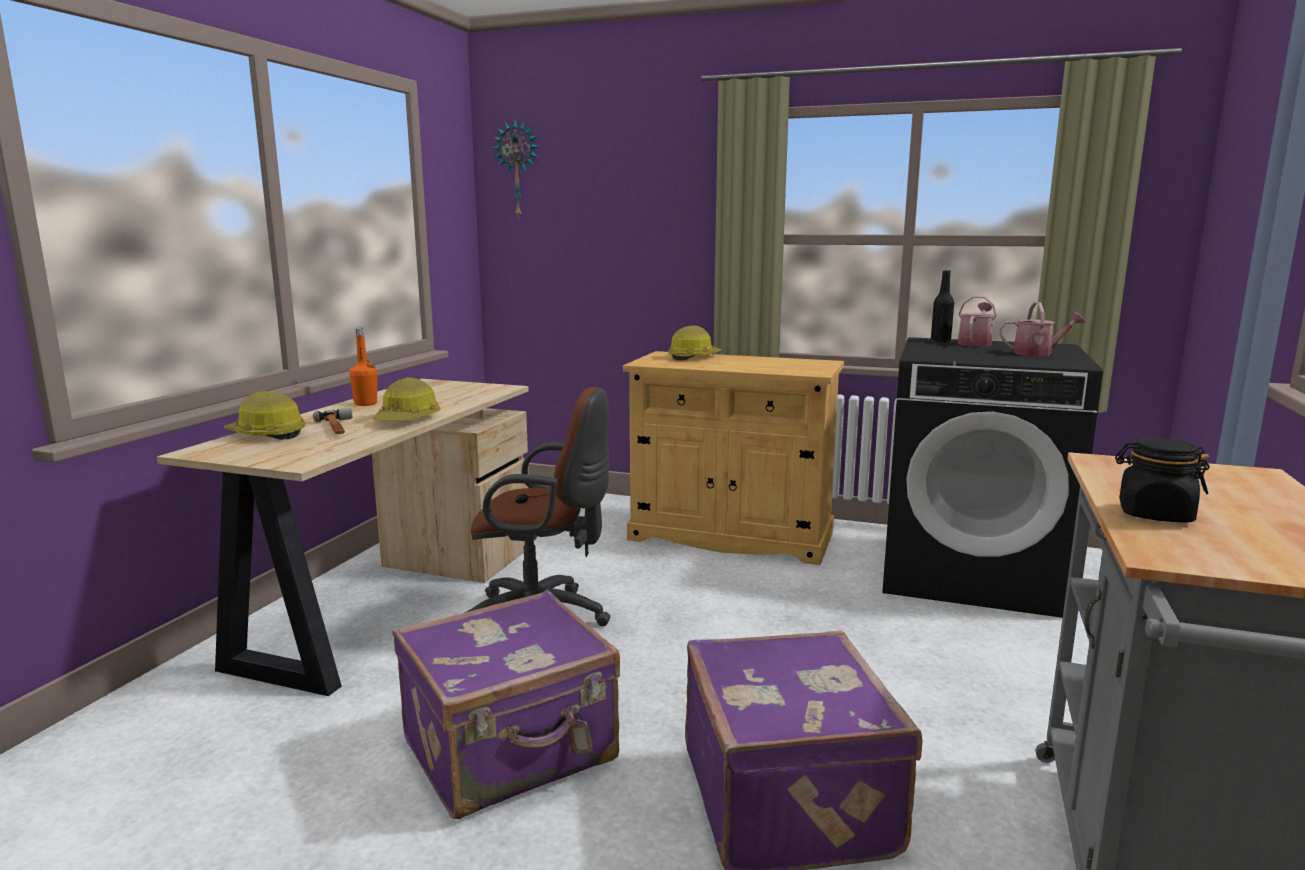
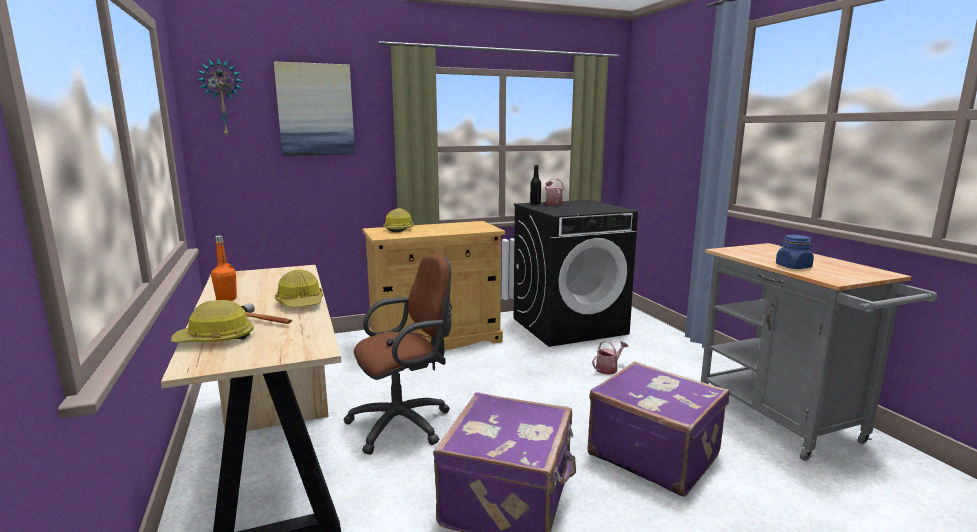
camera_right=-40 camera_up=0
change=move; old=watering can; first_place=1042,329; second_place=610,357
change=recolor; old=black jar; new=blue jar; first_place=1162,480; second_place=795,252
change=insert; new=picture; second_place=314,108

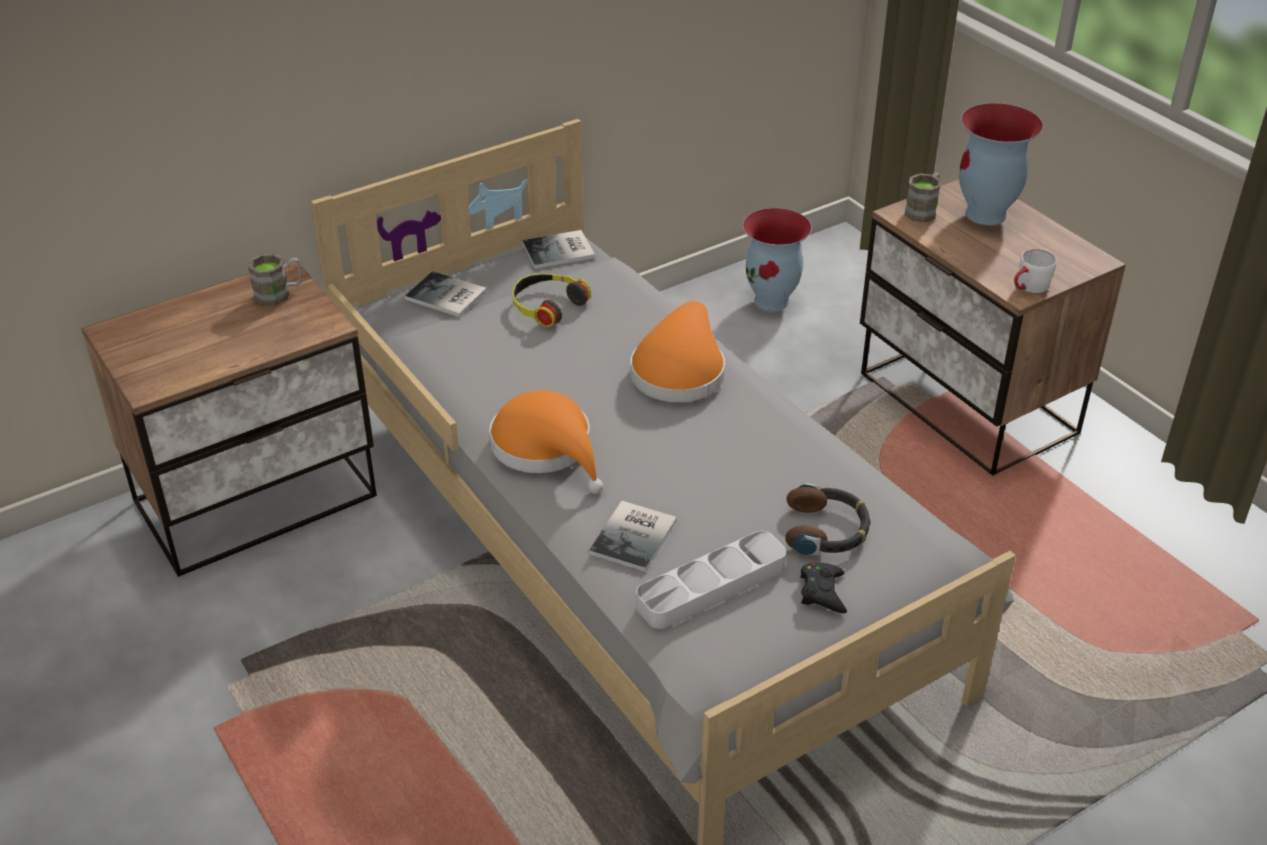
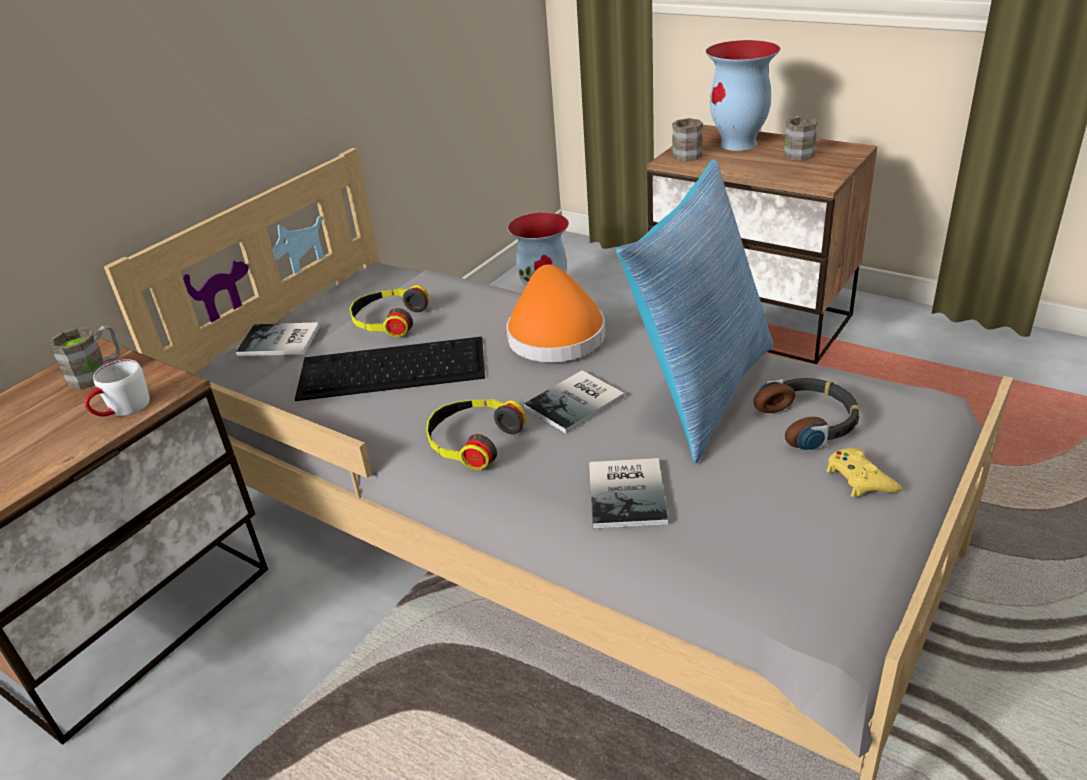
camera_right=-20 camera_up=-5
change=replace; old=orange hat; new=headphones; first_place=546,442; second_place=476,434
change=move; old=book; first_place=558,249; second_place=574,402
change=delete; old=grey tray; first_place=711,580
change=recolor; old=black game controller; new=yellow game controller; first_place=824,588; second_place=865,472
change=move; old=white mug; first_place=1035,271; second_place=117,388
change=insert; new=keyboard; second_place=390,368
change=insert; new=pillow; second_place=694,311
change=insert; new=brown mug; second_place=800,138

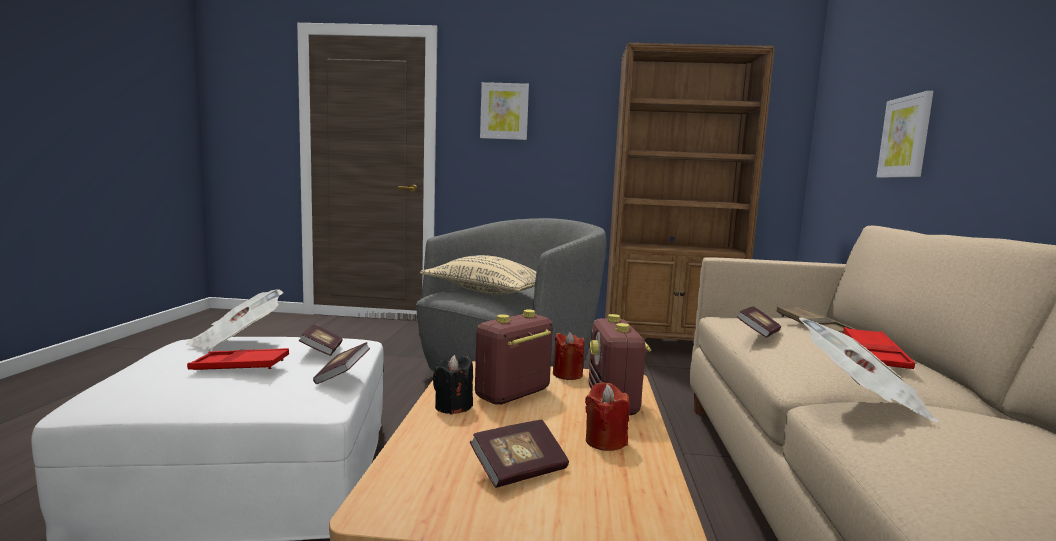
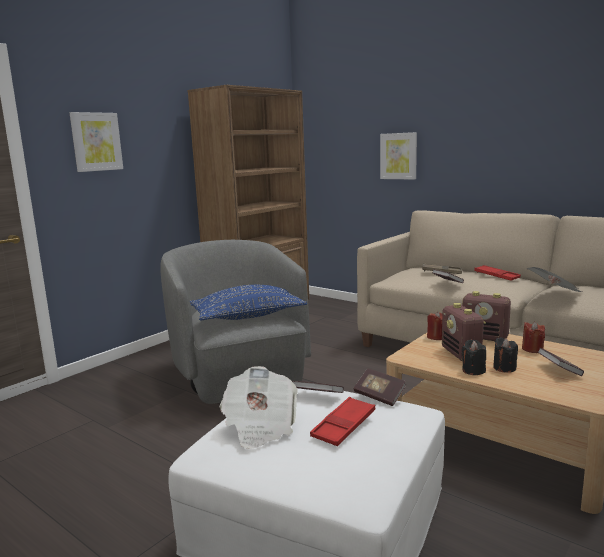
camera_right=-55 camera_up=5
change=recolor; old=beige pillow; new=blue pillow; first_place=478,275; second_place=248,302
change=insert; new=black candle; second_place=505,355

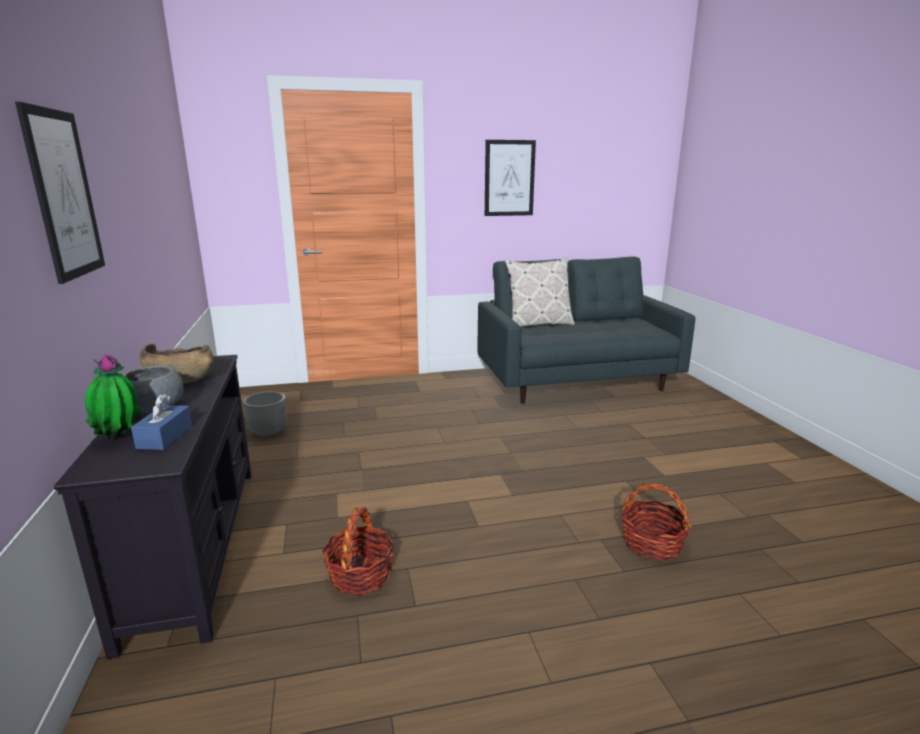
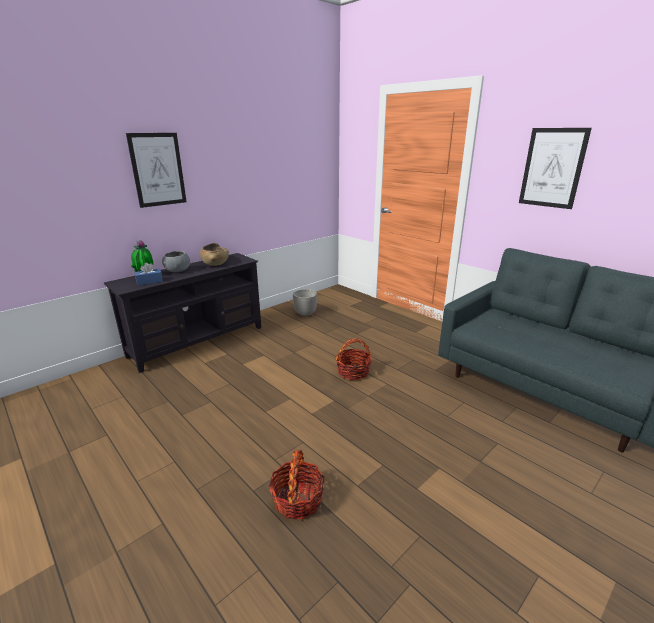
camera_right=60 camera_up=5
change=move; old=basket; first_place=358,551; second_place=354,359
change=delete; old=pillow; first_place=539,292

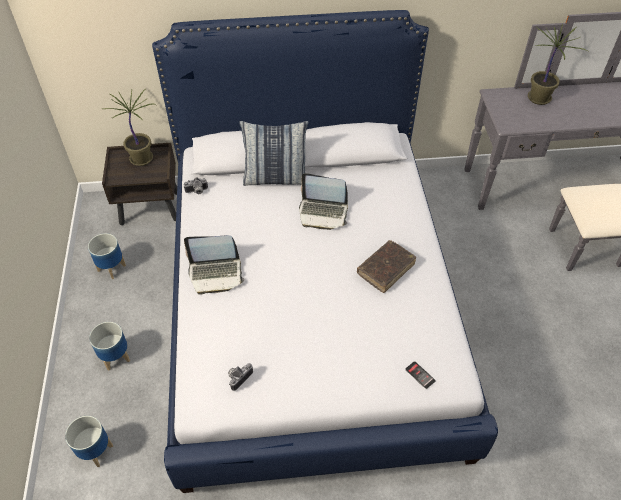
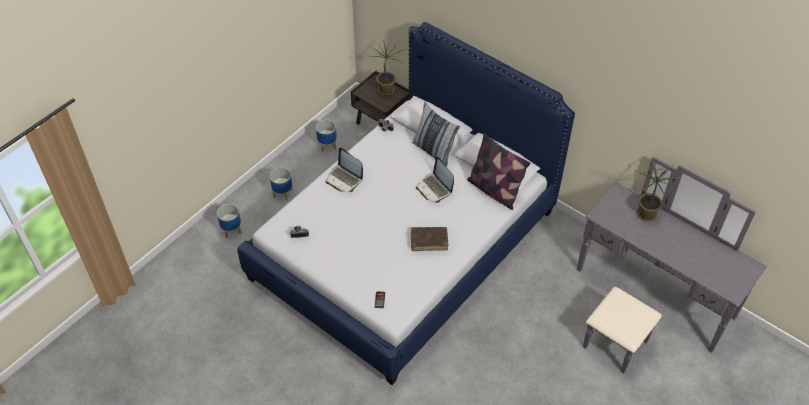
camera_right=45 camera_up=0
change=insert; new=pillow; second_place=499,171

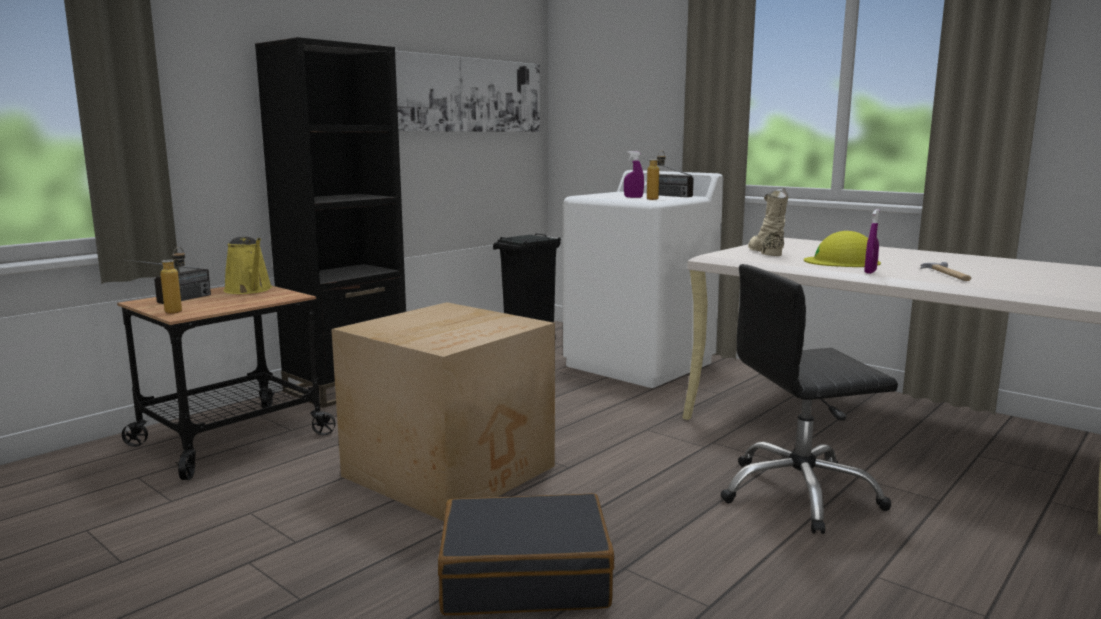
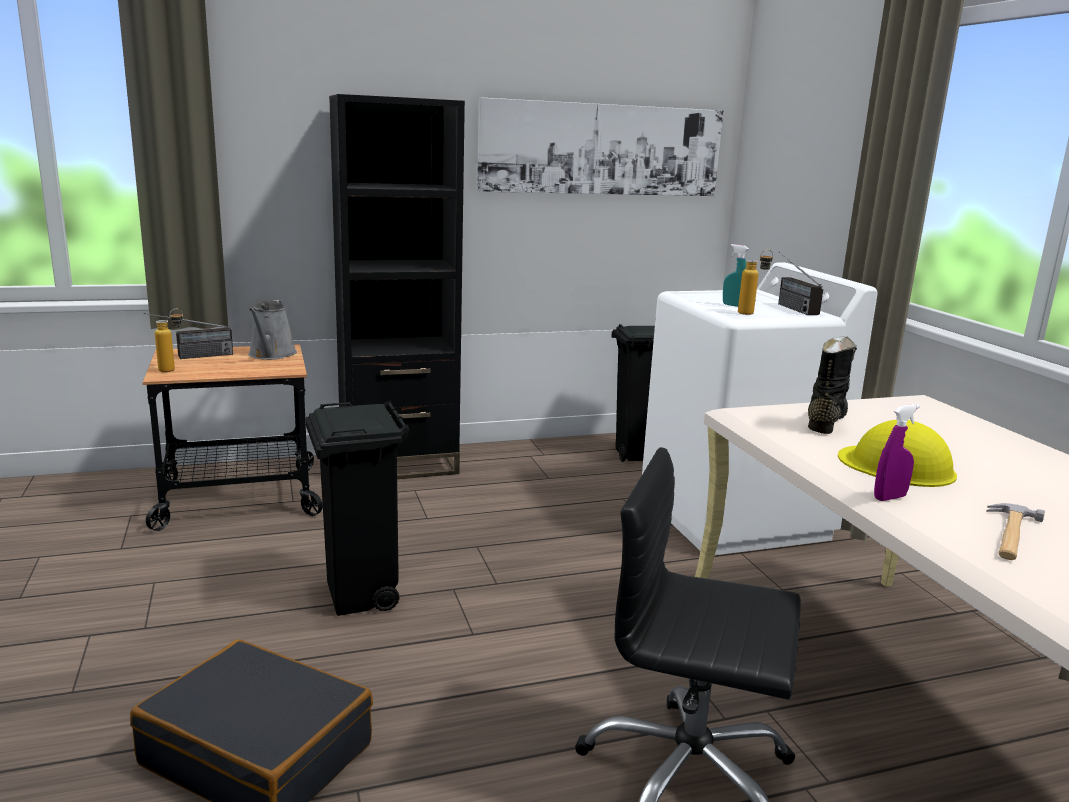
camera_right=30 camera_up=5
change=recolor; old=yellow watering can; new=grey watering can; first_place=248,265; second_place=272,330
change=replace; old=cardboard box; new=black trash can; first_place=443,411; second_place=357,508
change=recolor; old=purple spray bottle; new=turquoise spray bottle; first_place=634,174; second_place=736,275
change=recolor; old=beige boot; new=black boot; first_place=768,222; second_place=832,385

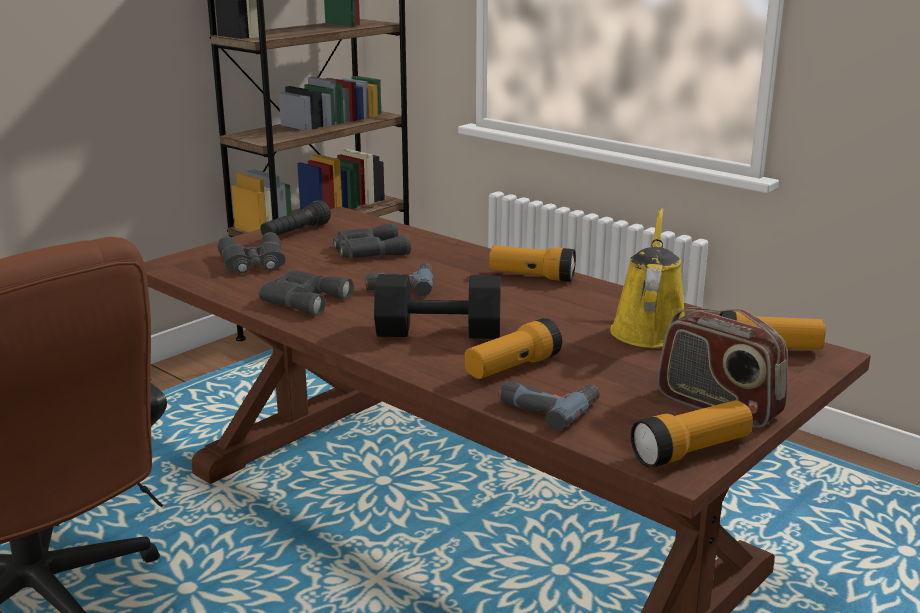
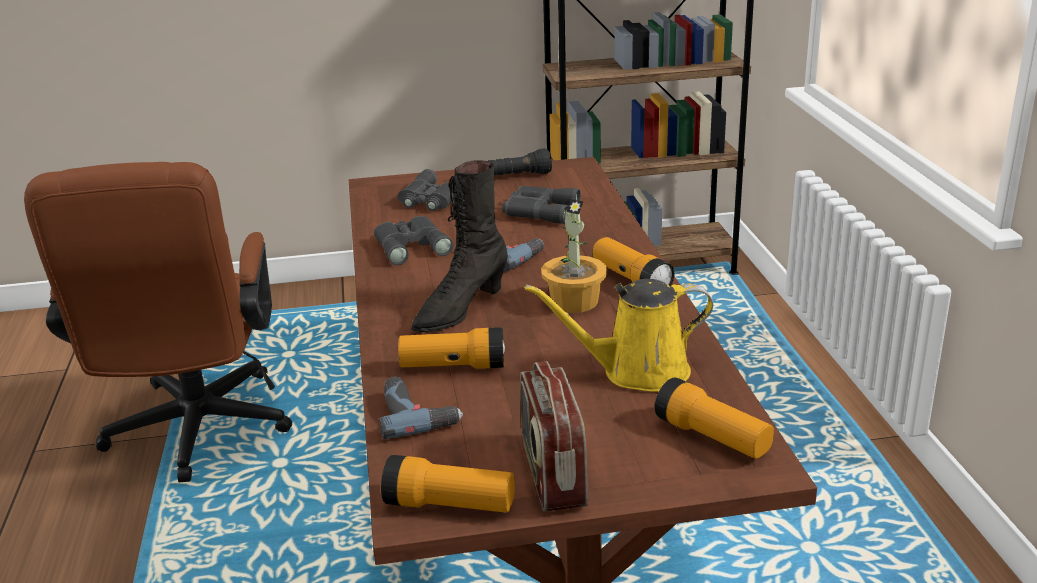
camera_right=40 camera_up=5
change=replace; old=black dumbbell; new=black boot; first_place=437,306; second_place=459,246
change=rotate; old=yellow watering can; first_place=647,278; second_place=618,335; degrees=-150
change=insert; new=potted plant; second_place=574,256

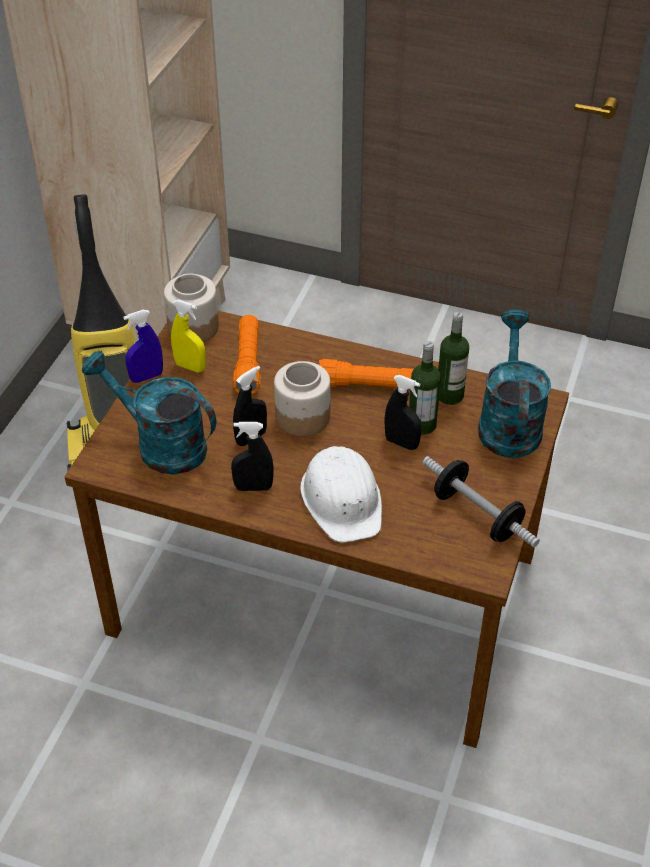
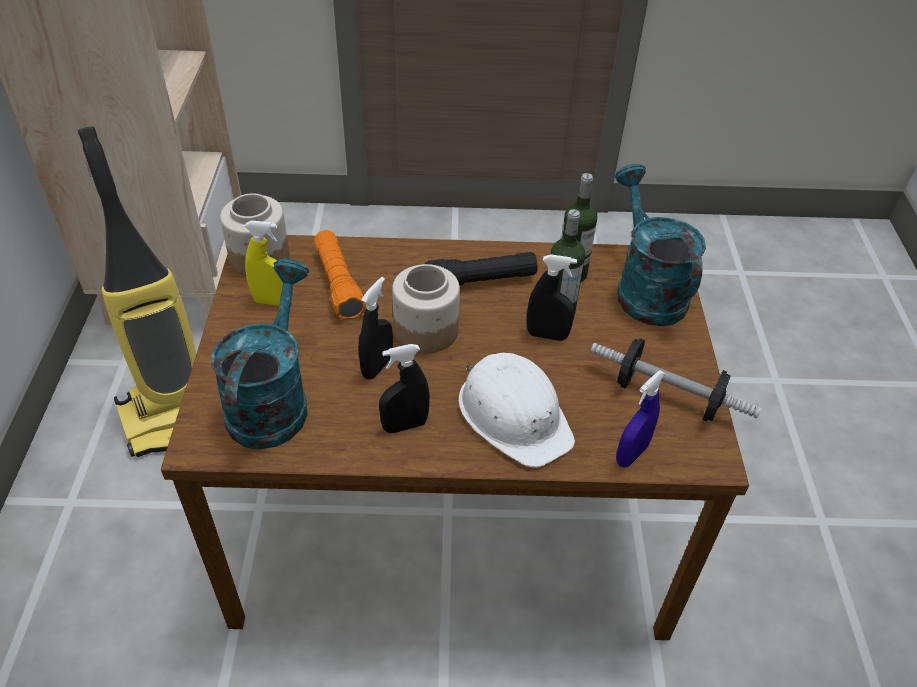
camera_right=-20 camera_up=0
change=rotate; old=turquoise watering can; first_place=149,413; second_place=260,354; degrees=90
change=move; old=blue spray bottle; first_place=143,346; second_place=640,419
change=recolor; old=orange flashlight; new=black flashlight; first_place=366,374; second_place=481,269

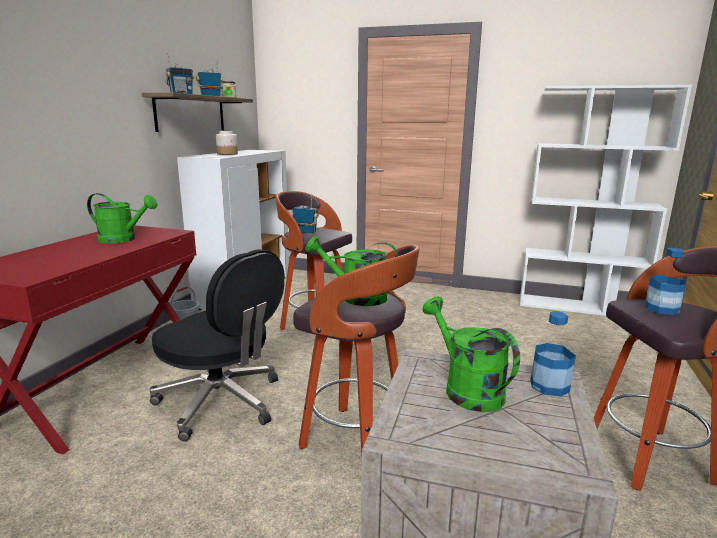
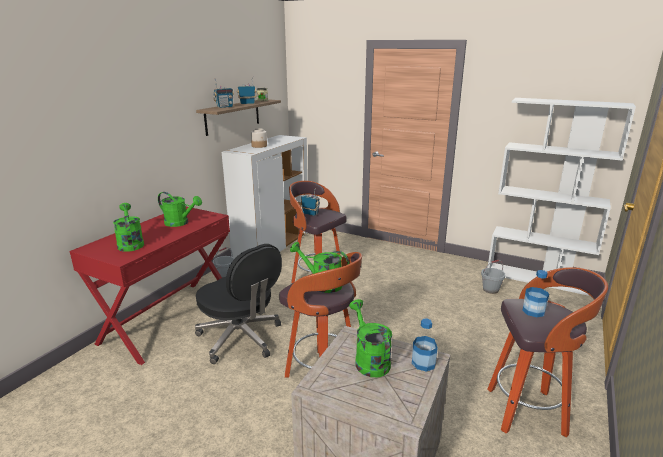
camera_right=10 camera_up=5
change=insert; new=green watering can; second_place=128,227
change=insert; new=grey bucket; second_place=493,277

